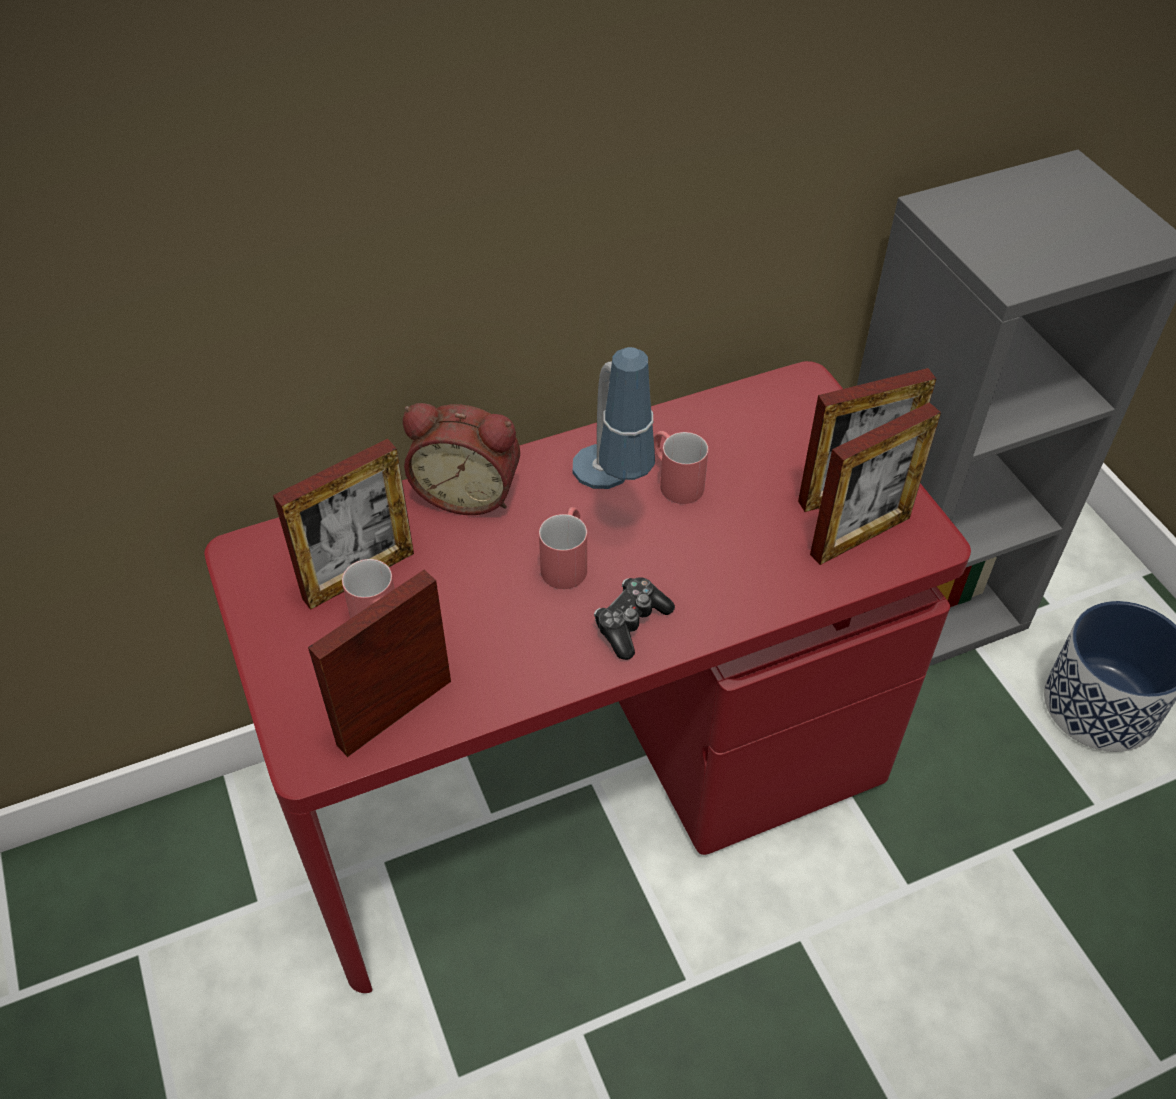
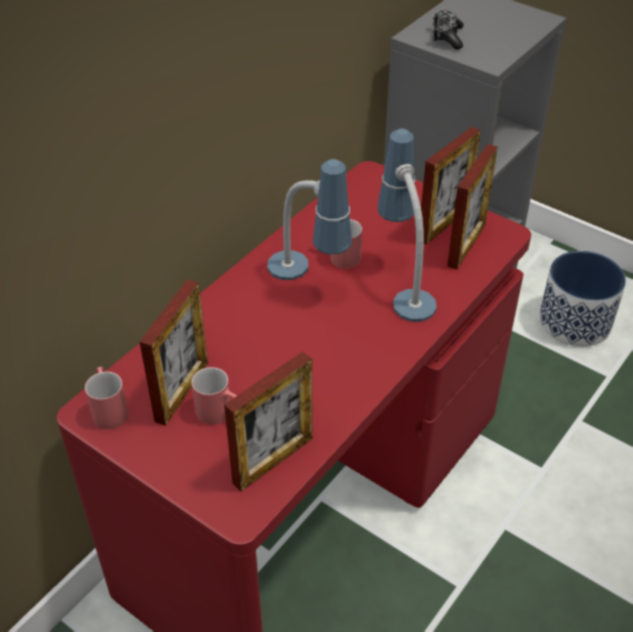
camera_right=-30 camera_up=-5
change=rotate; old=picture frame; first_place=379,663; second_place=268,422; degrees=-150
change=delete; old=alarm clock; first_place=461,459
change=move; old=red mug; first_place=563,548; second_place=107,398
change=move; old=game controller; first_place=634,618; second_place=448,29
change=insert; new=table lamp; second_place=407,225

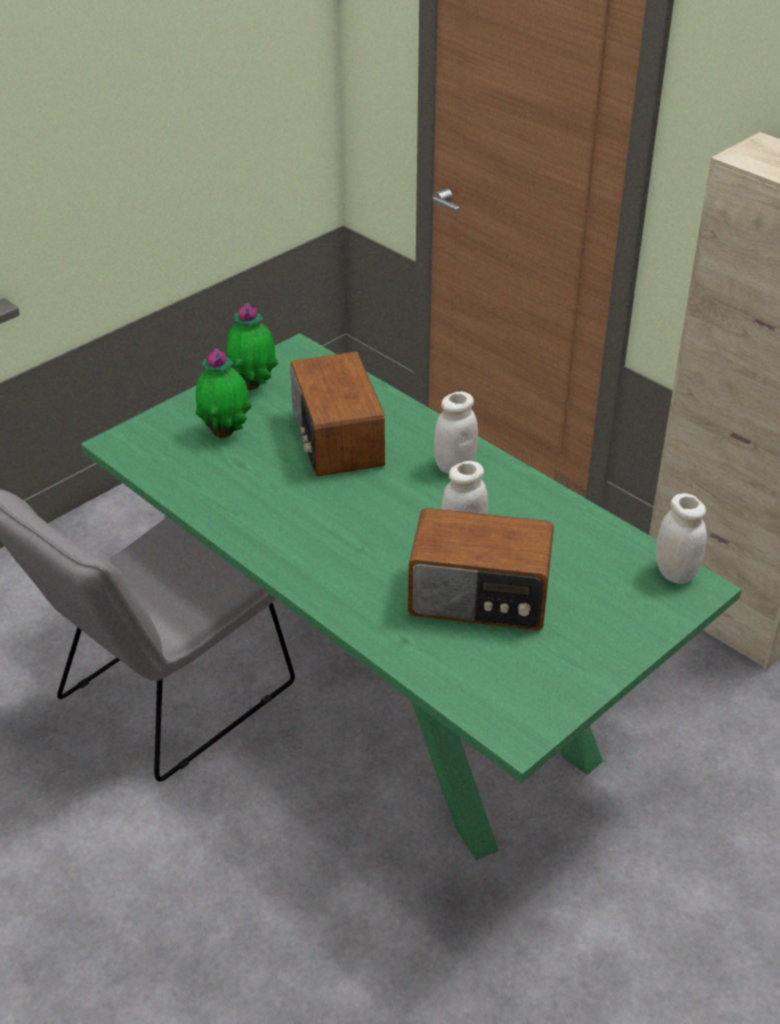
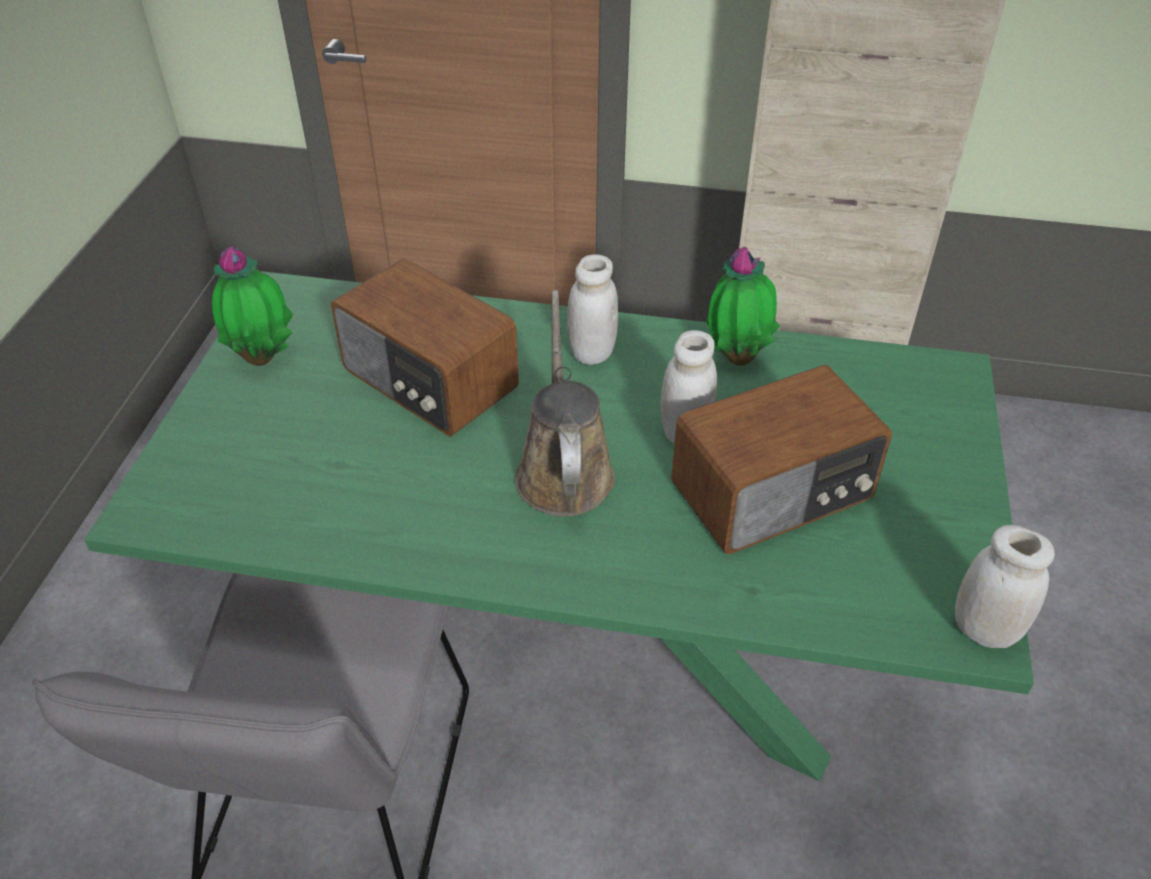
camera_right=-35 camera_up=5
change=move; old=potted plant; first_place=224,393; second_place=742,306
change=move; old=white jar; first_place=681,538; second_place=1005,586
change=insert; new=brown watering can; second_place=565,403

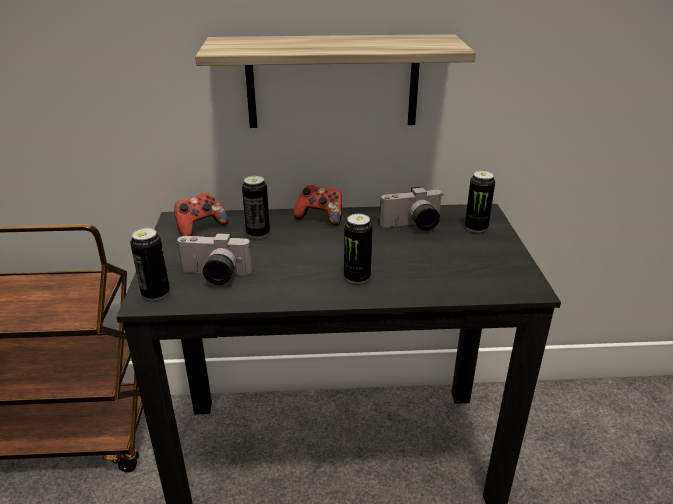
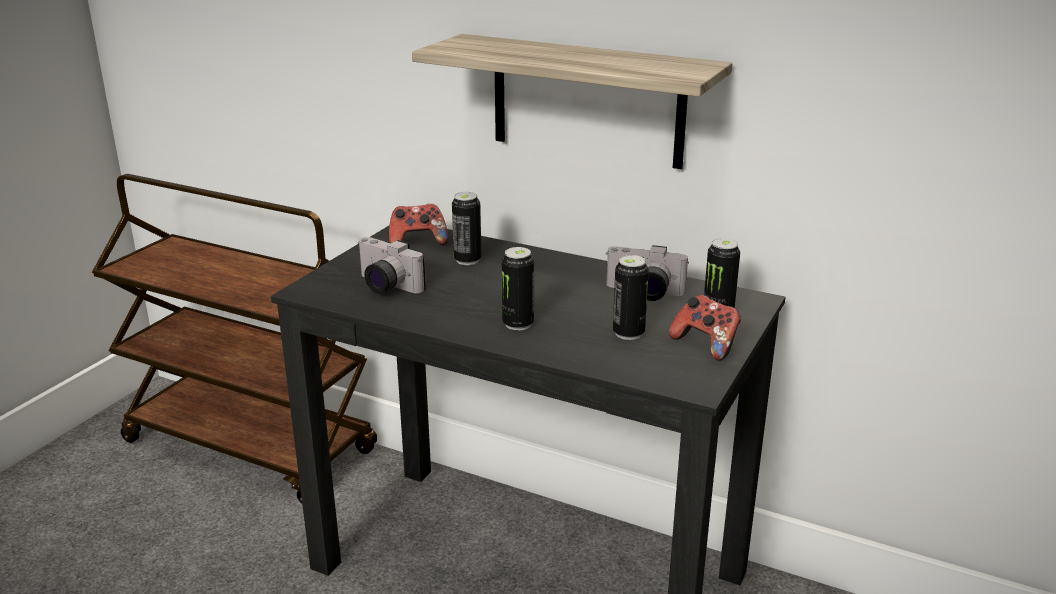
camera_right=30 camera_up=-5
change=move; old=can; first_place=150,264; second_place=631,297
change=move; old=game controller; first_place=318,205; second_place=705,328

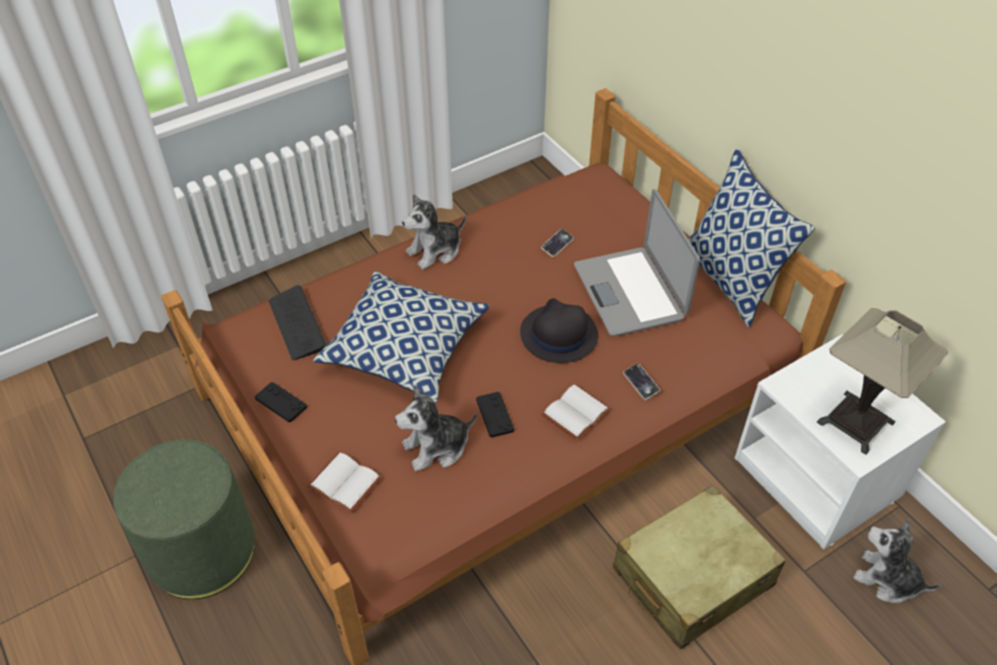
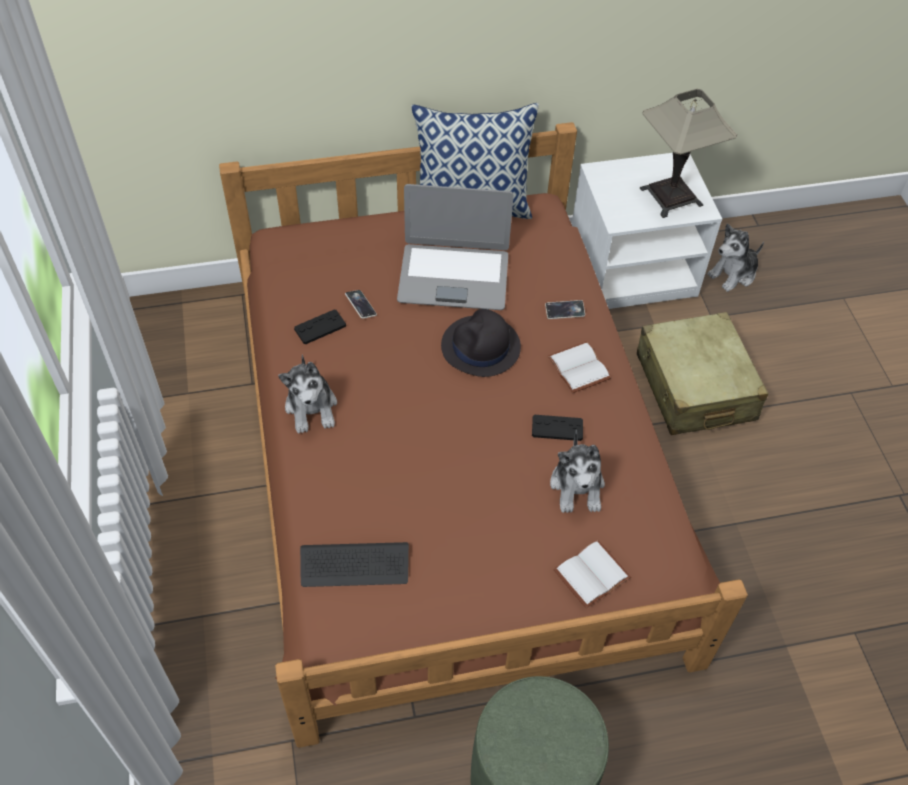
camera_right=-70 camera_up=5
change=move; old=black game controller; first_place=281,402; second_place=320,326
change=delete; old=pillow; first_place=401,337

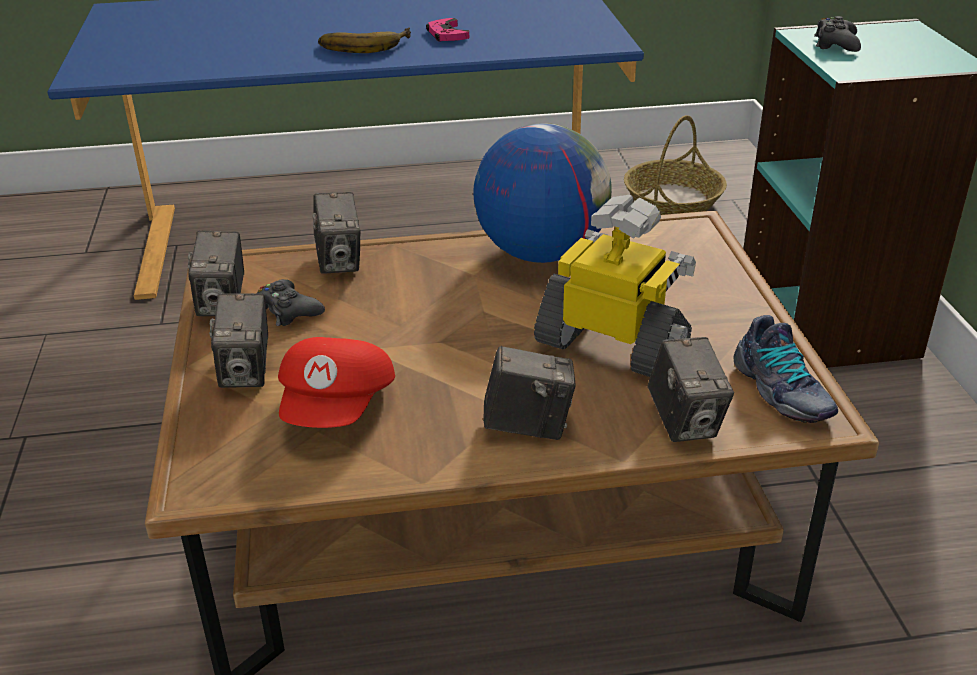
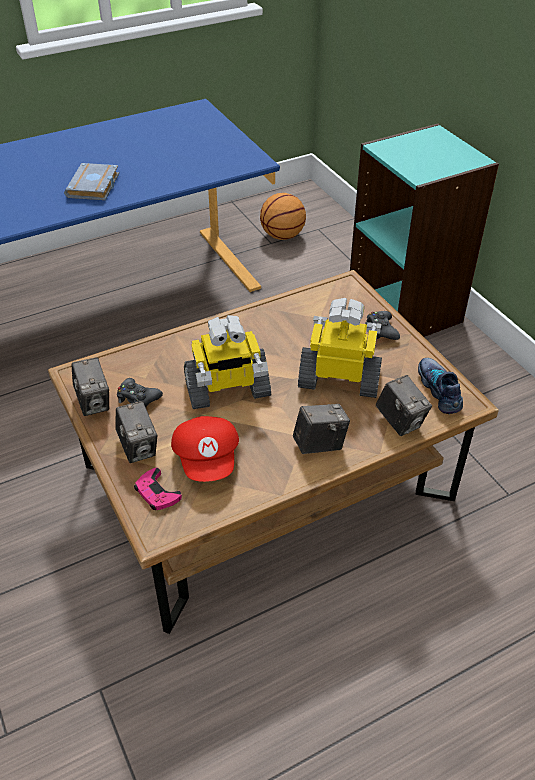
camera_right=-20 camera_up=10
change=delete; old=photo camera; first_place=336,233
change=replace; old=banana; new=grey book; first_place=364,40; second_place=91,181
change=move; old=pink game controller; first_place=448,29; second_place=158,489
change=delete; old=globe; first_place=542,193
change=replace; old=basket; new=basketball; first_place=675,165; second_place=283,216
change=rotate; old=shoe; first_place=786,369; second_place=440,386; degrees=-150
change=move; old=black game controller; first_place=837,34; second_place=382,325
change=insert; new=toy robot; second_place=227,362

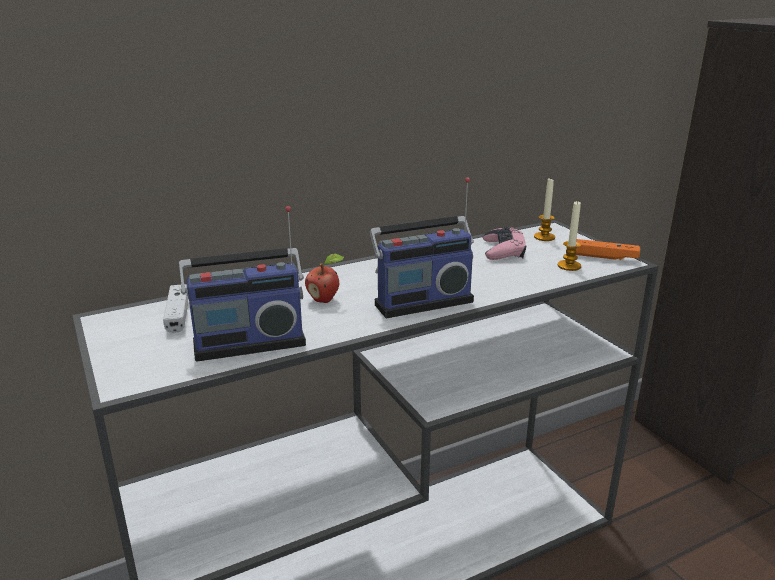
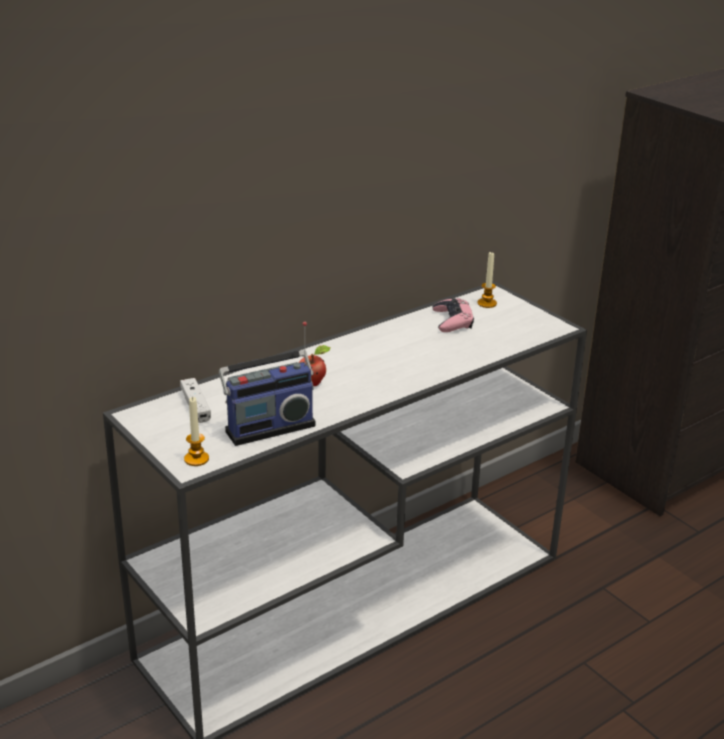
camera_right=-10 camera_up=5
change=delete; old=radio; first_place=421,248
change=move; old=candle; first_place=569,235; second_place=196,431
change=delete; old=orange game controller; first_place=608,249

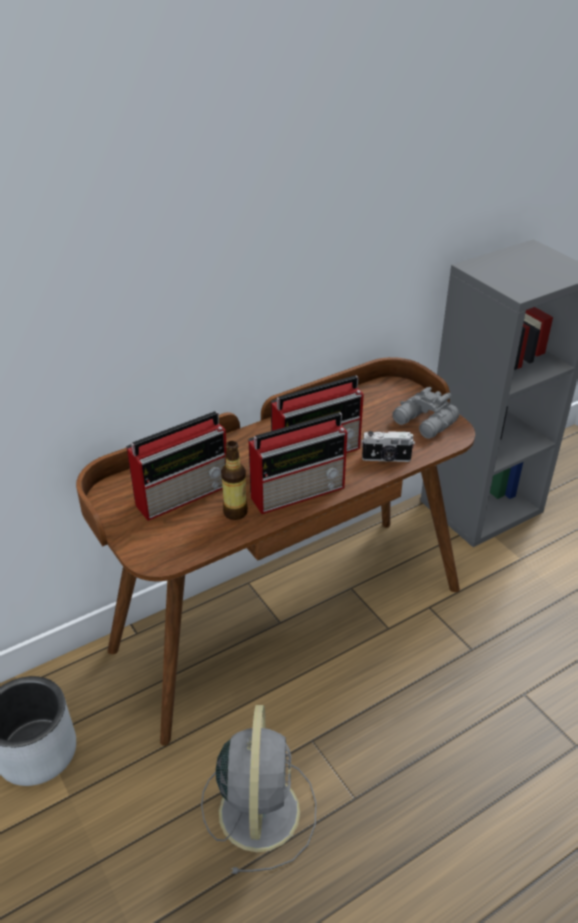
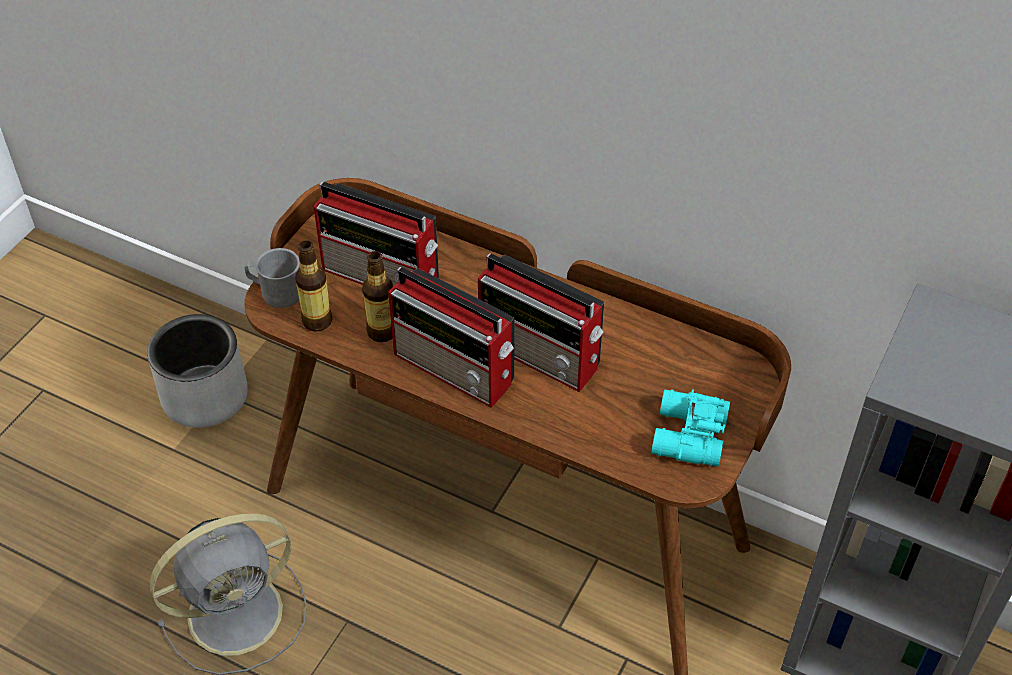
camera_right=60 camera_up=10
change=delete; old=photo camera; first_place=388,446
change=recolor; old=grey binoculars; new=turquoise binoculars; first_place=425,413; second_place=690,428
change=insert; new=grey mug; second_place=272,278
change=insert; new=bottle; second_place=313,286

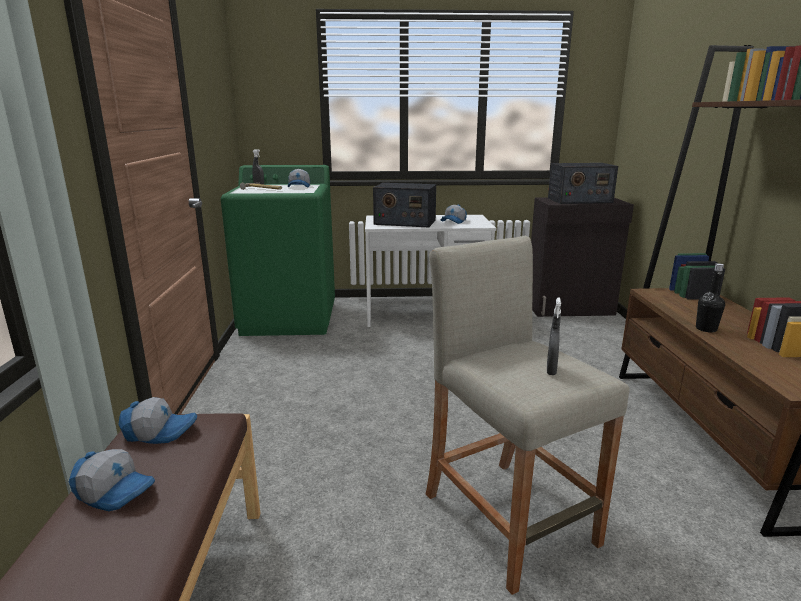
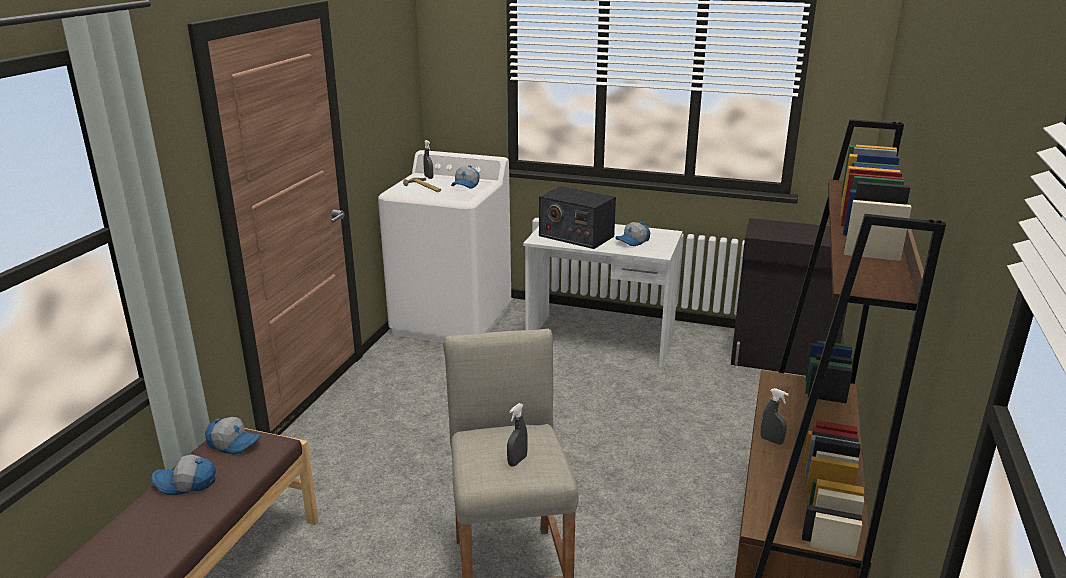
camera_right=20 camera_up=5
change=rotate; old=cap; first_place=112,480; second_place=183,474; degrees=135
change=recolor; old=green washing machine; new=white washing machine; first_place=278,250; second_place=444,246
change=delete; old=radio; first_place=583,183
change=replace; old=black bottle; new=grey spray bottle; first_place=710,298; second_place=775,416

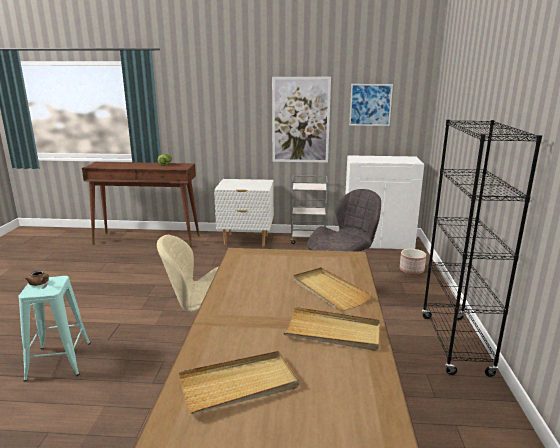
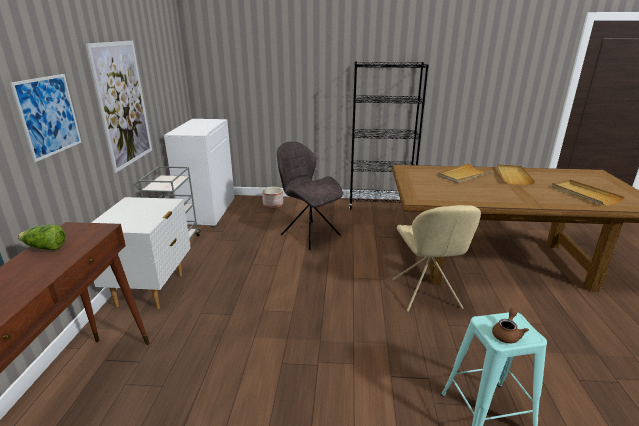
camera_right=-90 camera_up=5
change=move; old=picture; first_place=371,105; second_place=46,118

